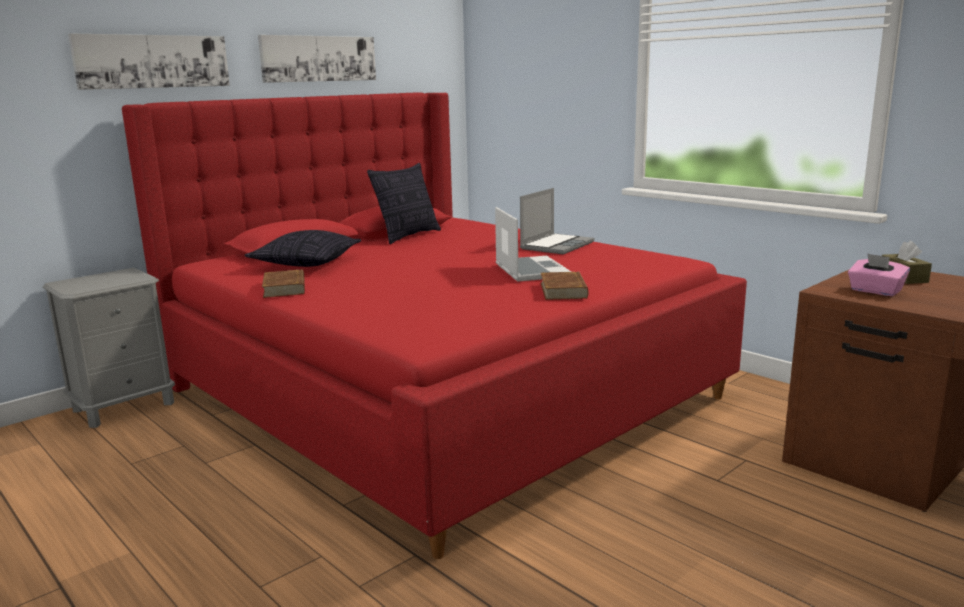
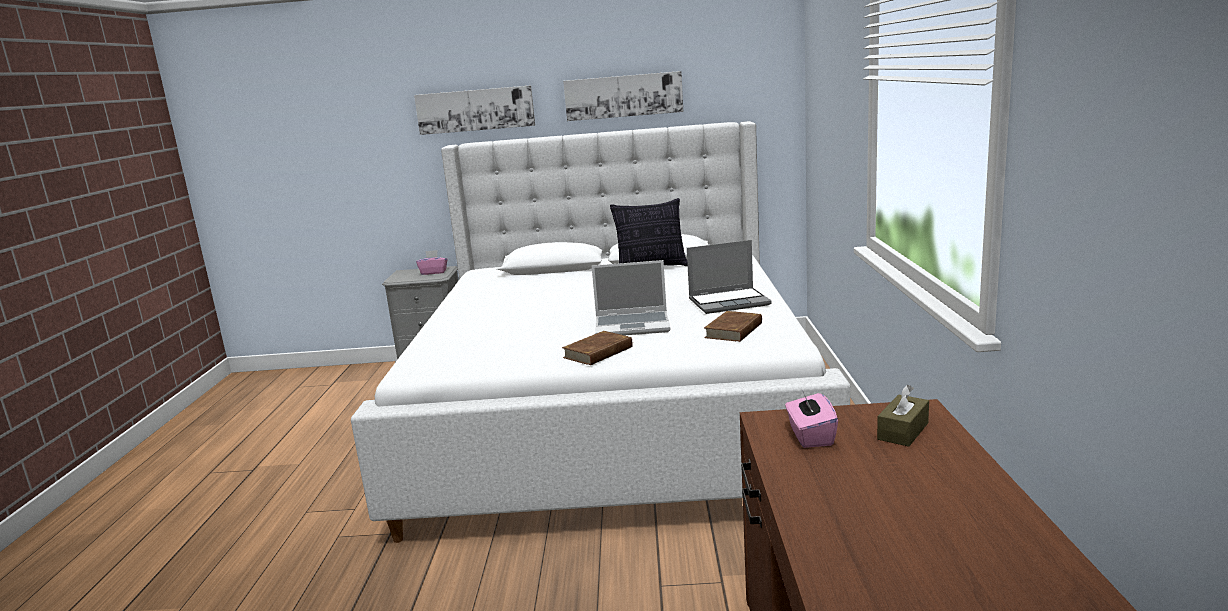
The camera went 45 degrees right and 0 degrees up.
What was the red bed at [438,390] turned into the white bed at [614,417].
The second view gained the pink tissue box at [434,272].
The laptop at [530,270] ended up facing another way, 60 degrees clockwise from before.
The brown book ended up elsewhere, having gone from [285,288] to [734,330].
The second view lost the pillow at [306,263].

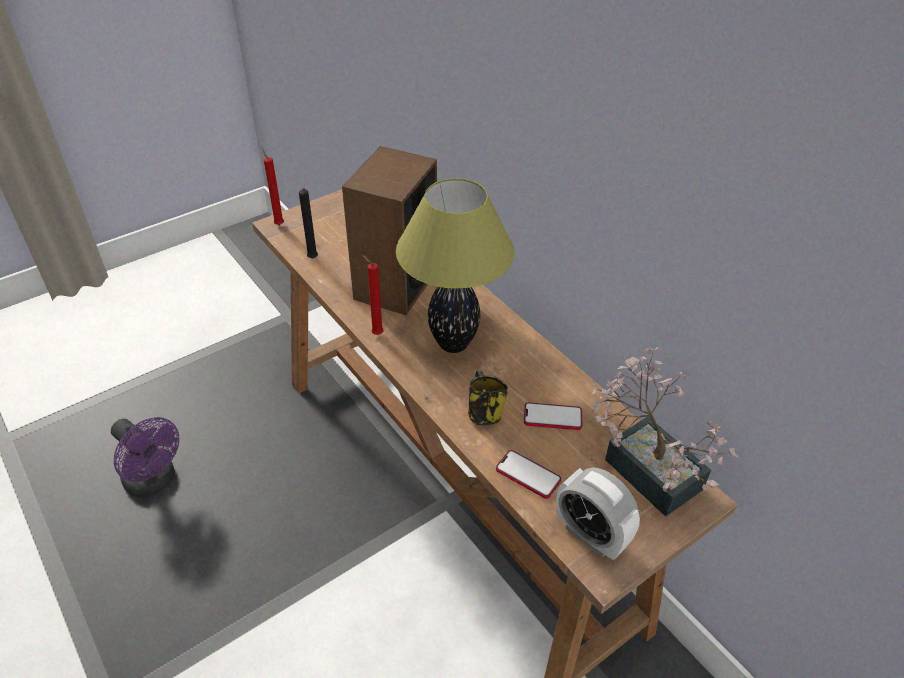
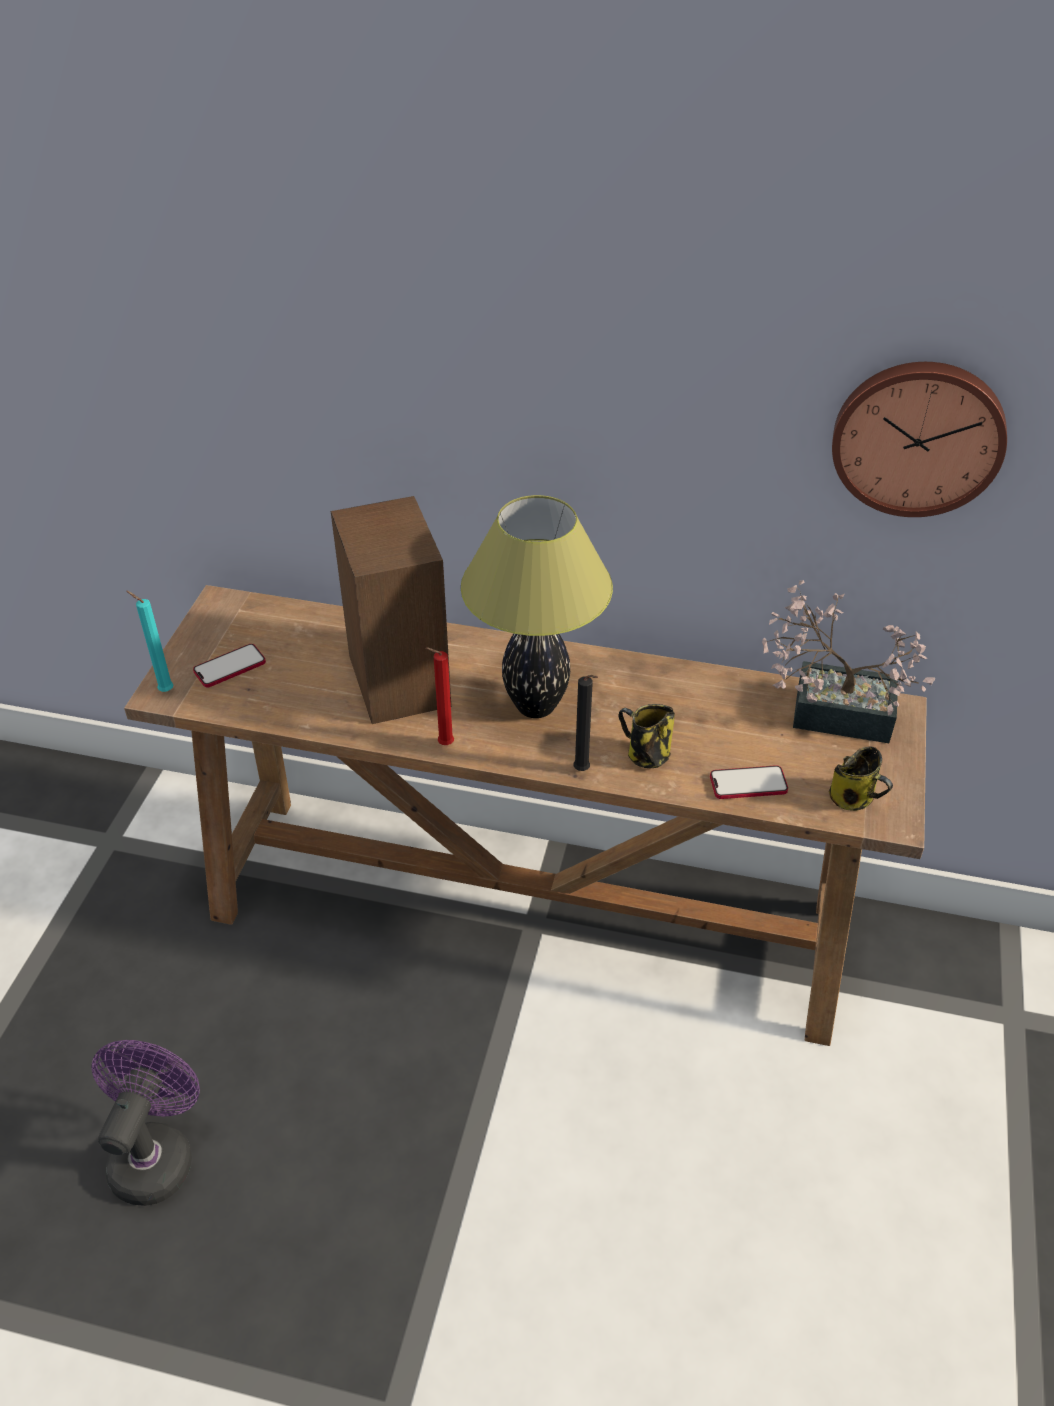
The camera went 40 degrees left and 0 degrees up.
The purple fan at [155,482] ended up facing another way, 75 degrees counterclockwise from before.
What was the red candle at [278,224] turned into the turquoise candle at [164,690].
The phone ended up elsewhere, having gone from [552,417] to [230,667].
The black candle ended up elsewhere, having gone from [312,259] to [583,771].
Where the alarm clock stood at [590,535], the mug came to stand at [853,799].
The second view gained the wall clock at [918,436].

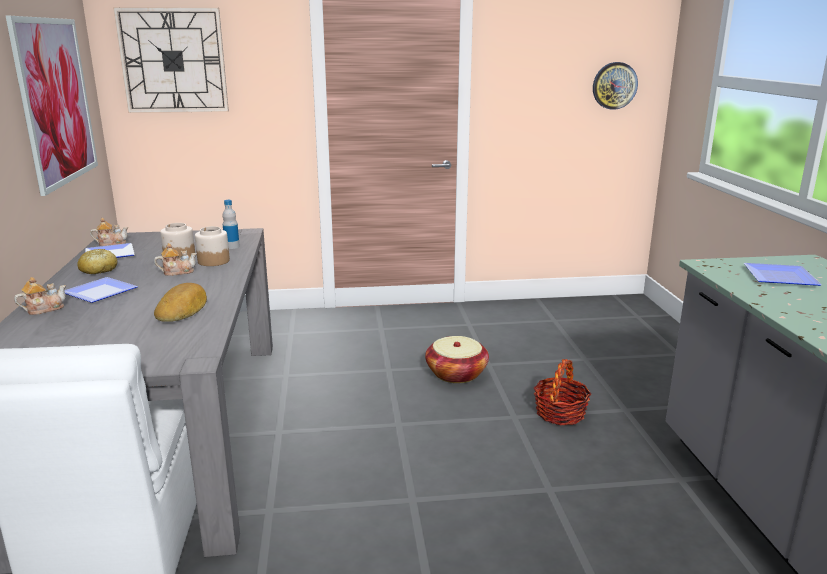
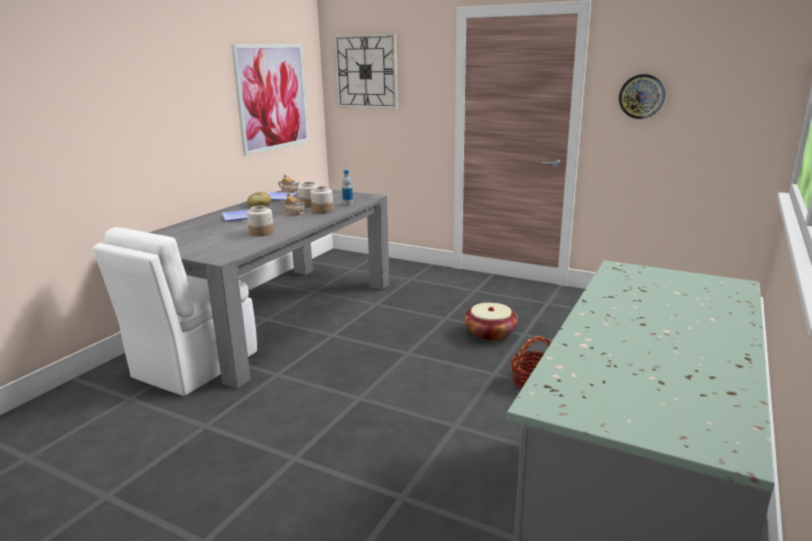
The camera went 35 degrees right and 0 degrees up.
Where the bread stood at [183,309], the jar came to stand at [261,233].
The wall clock ended up elsewhere, having gone from [614,85] to [641,96].
The second view lost the teapot at [44,309].
The second view lost the plate at [782,278].

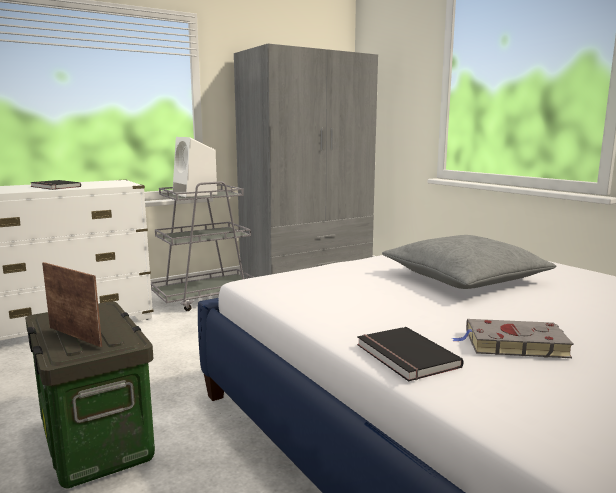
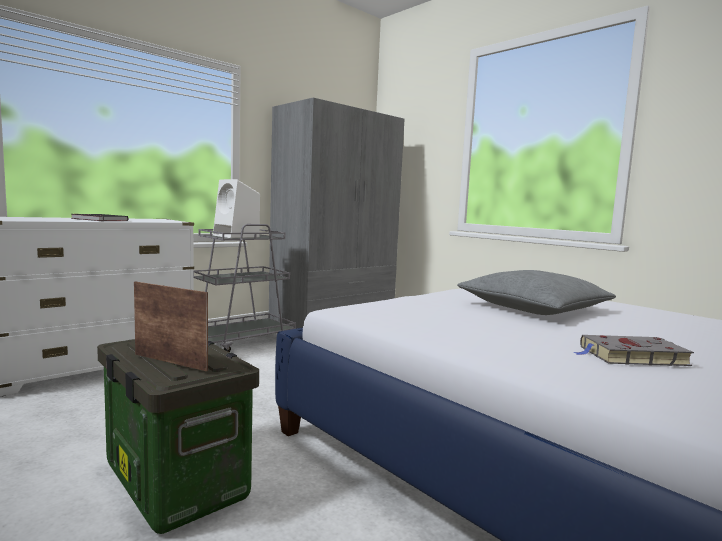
The camera went 10 degrees left and 5 degrees down.
The second view lost the black book at [404,357].

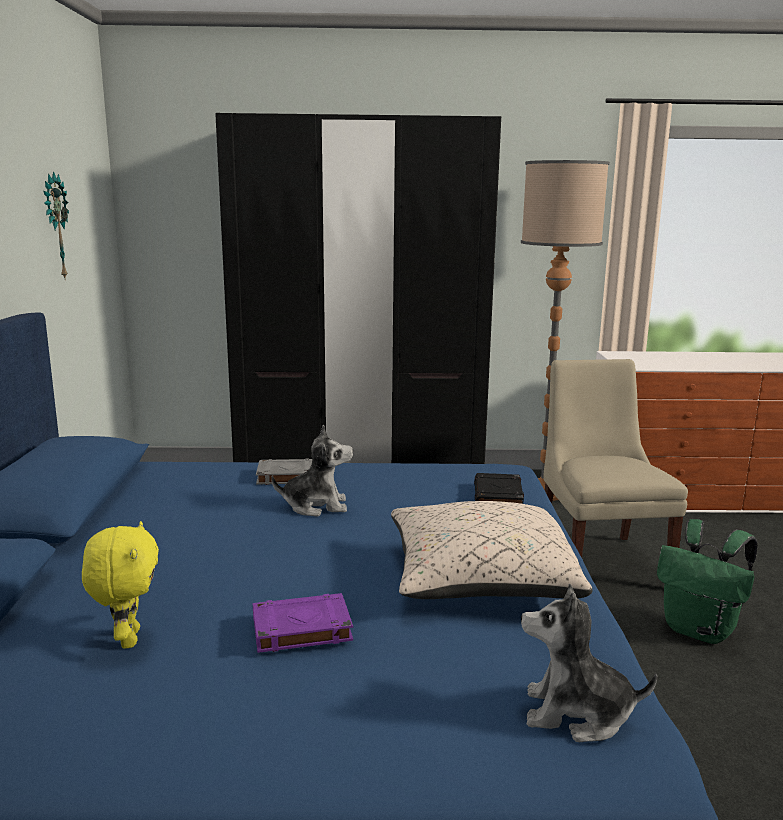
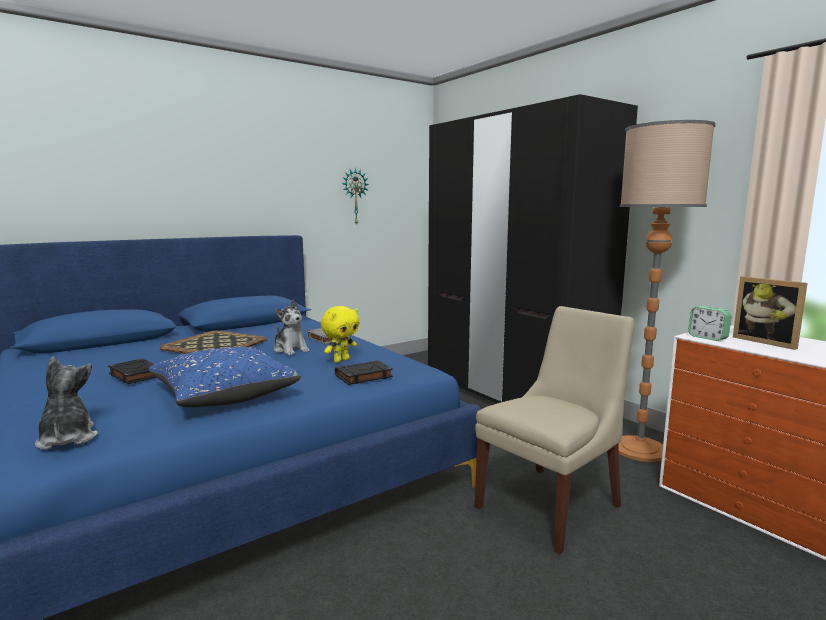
The camera went 55 degrees right and 5 degrees down.
What was the purple book at [300,629] turned into the black book at [136,375].
What was the beige pillow at [480,580] turned into the blue pillow at [224,395].
The second view gained the tray at [215,345].
The yellow plush toy ended up elsewhere, having gone from [127,639] to [341,360].
The second view gained the alarm clock at [708,337].
The second view gained the picture frame at [767,341].
The second view lost the green backpack at [700,630].

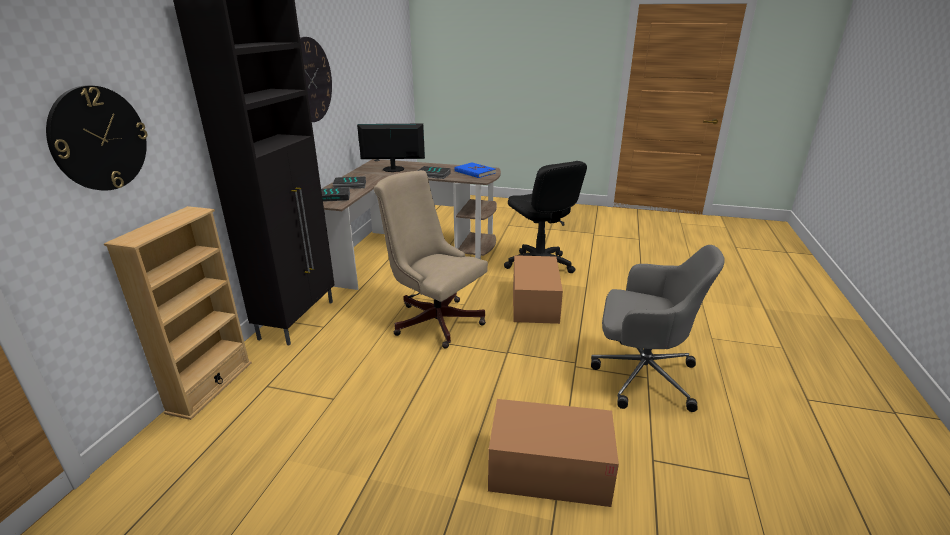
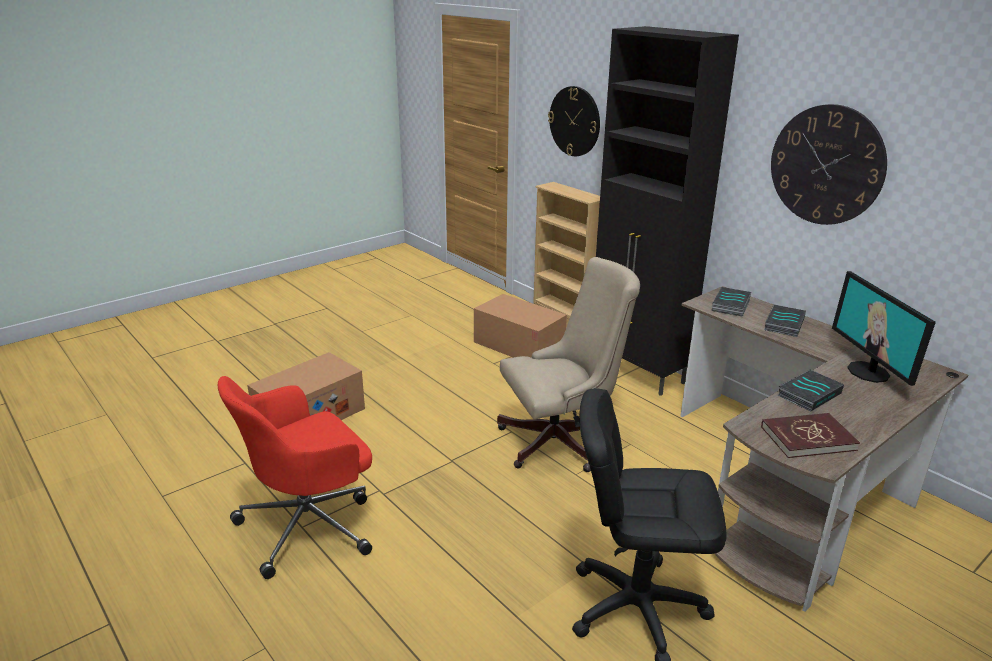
The camera went 125 degrees right and 0 degrees up.
What was the grey office chair at [641,375] turned into the red office chair at [310,525].
The cardboard box ended up elsewhere, having gone from [535,303] to [518,345].
What was the blue book at [474,172] turned into the red book at [807,438].
The monitor at [393,169] ended up facing another way, 135 degrees clockwise from before.

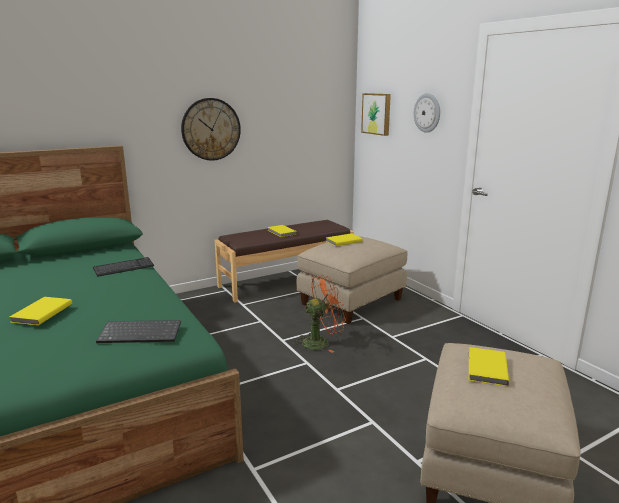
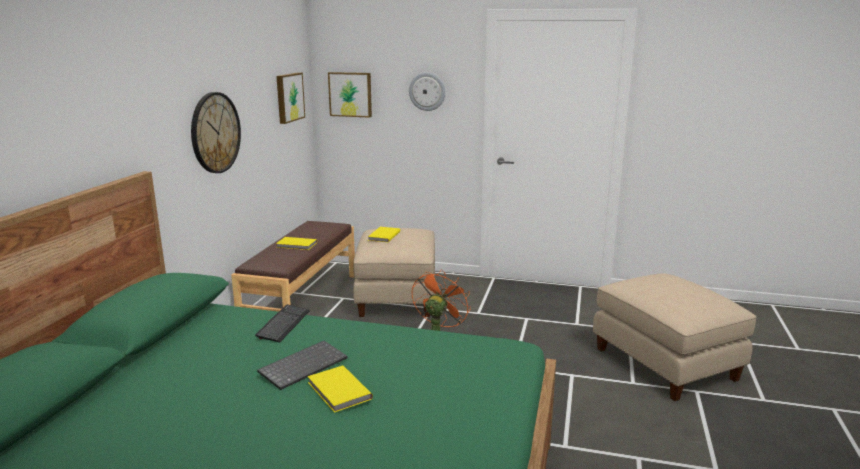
The camera went 45 degrees left and 0 degrees up.
The keyboard ended up elsewhere, having gone from [141,333] to [303,365].
The second view gained the picture at [288,97].
The second view lost the yellow book at [486,368].

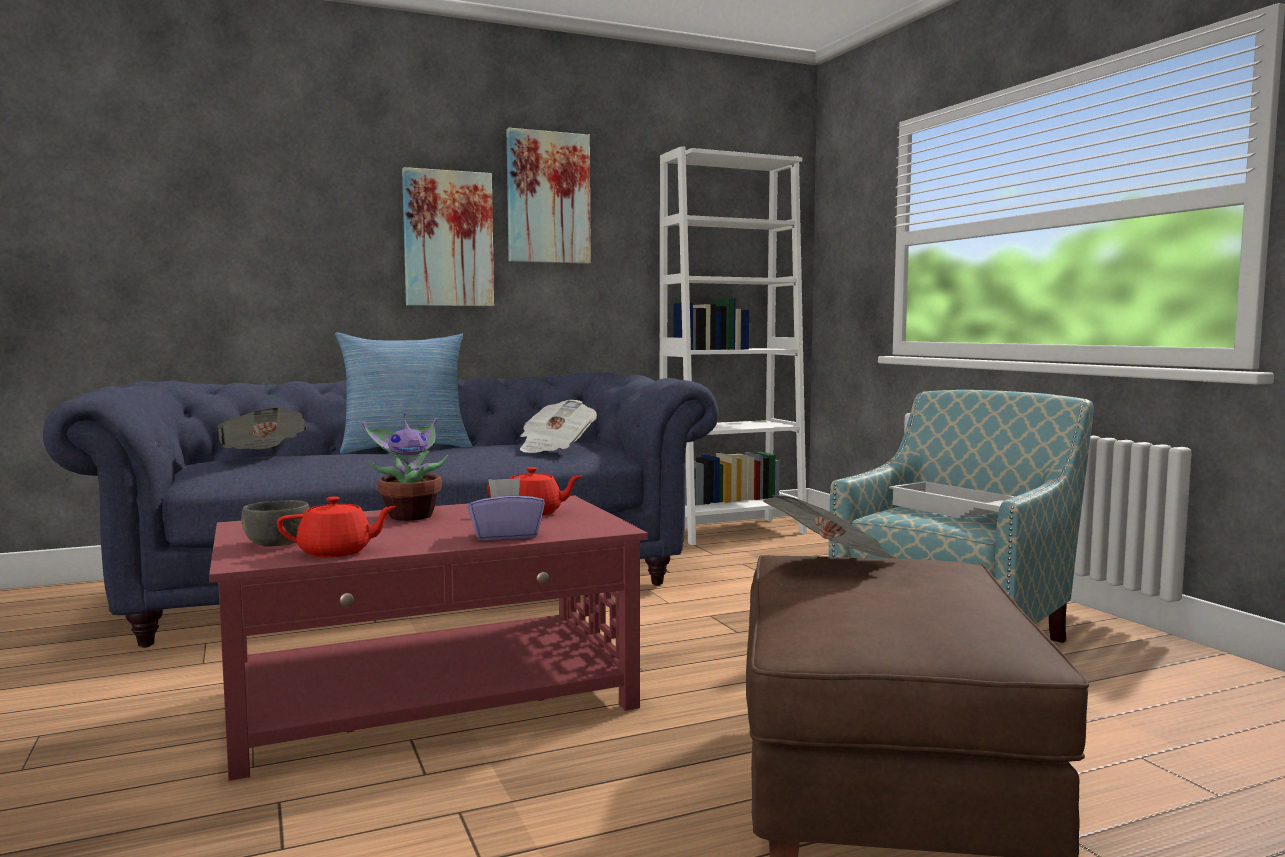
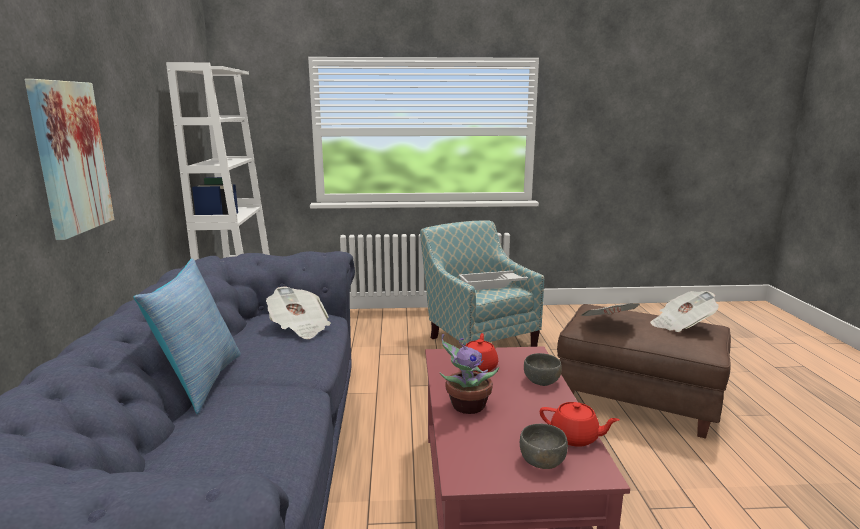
The camera went 70 degrees left and 10 degrees up.
Where the purple tissue box stood at [505,535], the grey bowl came to stand at [542,381].
The red teapot at [337,552] ended up facing another way, 105 degrees clockwise from before.
The newspaper ended up elsewhere, having gone from [263,454] to [681,325].
The second view lost the picture at [548,198].

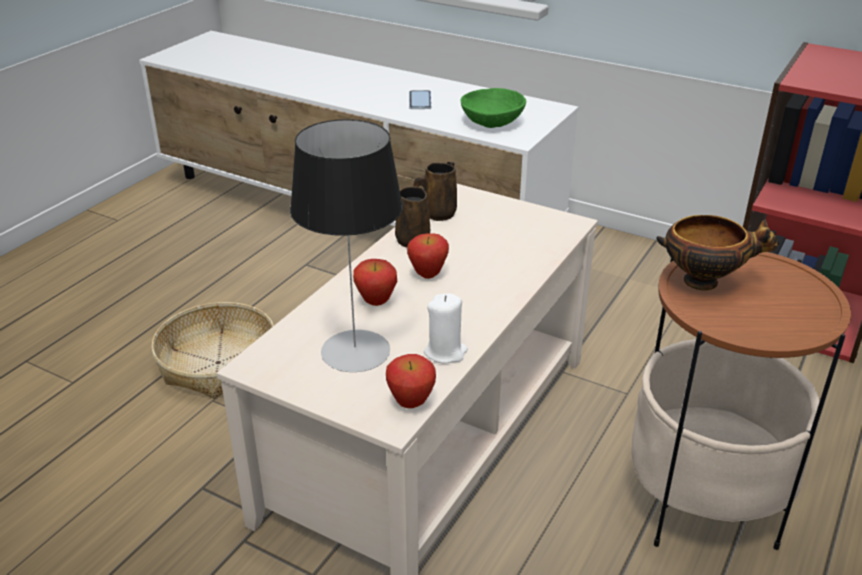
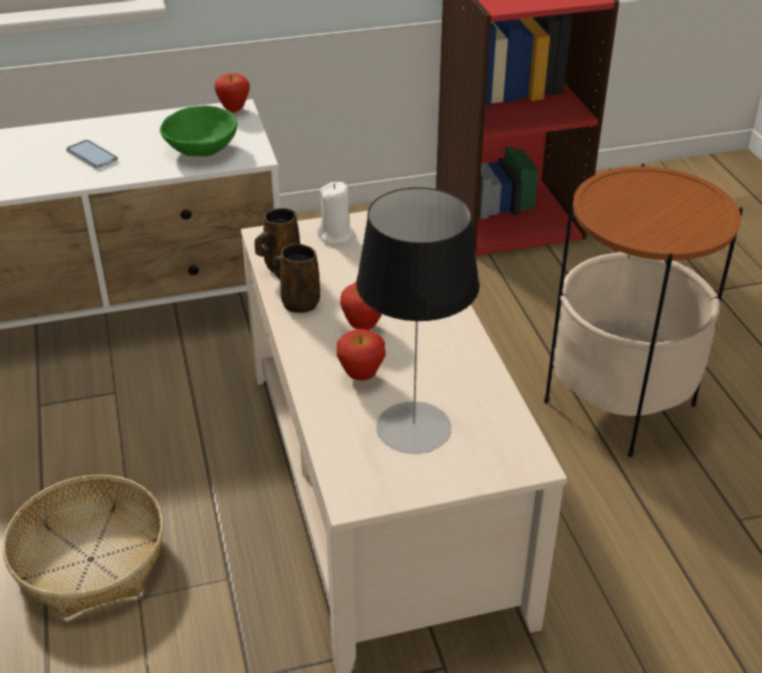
The camera went 45 degrees left and 5 degrees up.
The apple ended up elsewhere, having gone from [411,403] to [234,110].
The white candle ended up elsewhere, having gone from [445,352] to [336,235].
The second view lost the bowl at [704,281].

